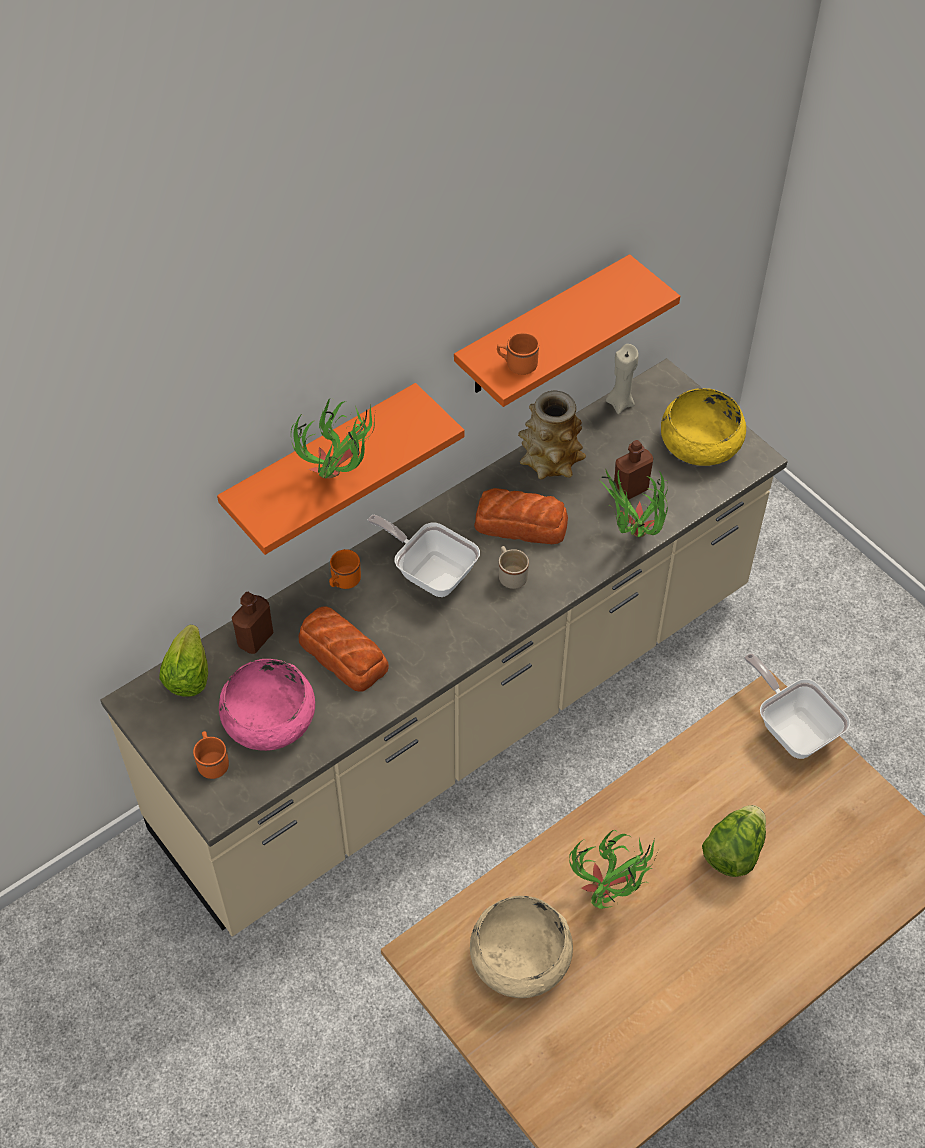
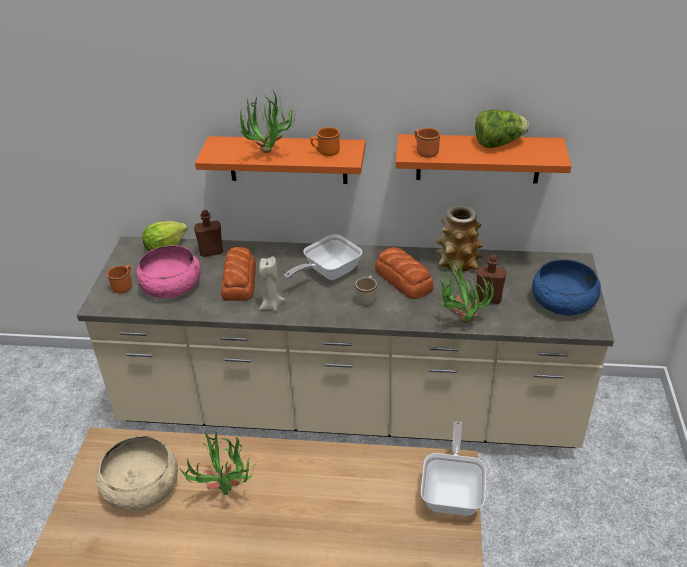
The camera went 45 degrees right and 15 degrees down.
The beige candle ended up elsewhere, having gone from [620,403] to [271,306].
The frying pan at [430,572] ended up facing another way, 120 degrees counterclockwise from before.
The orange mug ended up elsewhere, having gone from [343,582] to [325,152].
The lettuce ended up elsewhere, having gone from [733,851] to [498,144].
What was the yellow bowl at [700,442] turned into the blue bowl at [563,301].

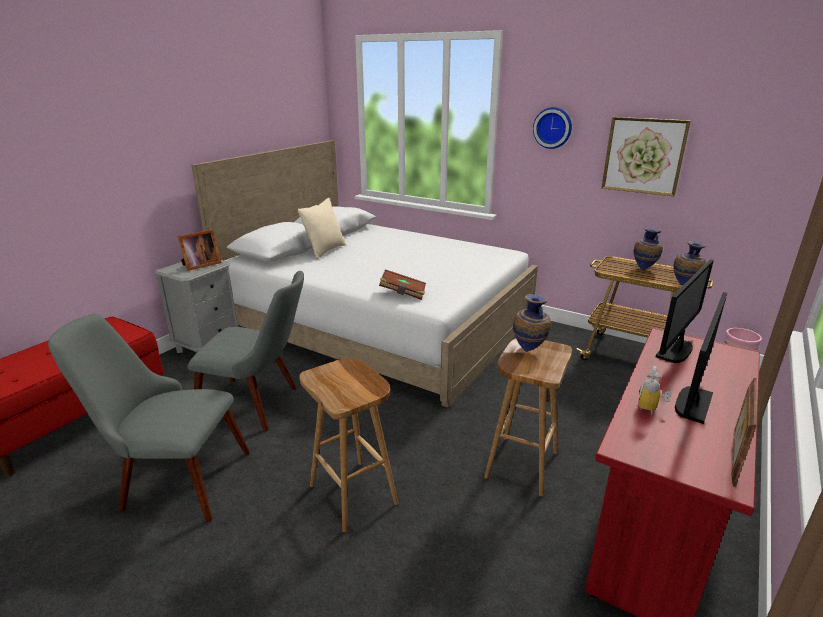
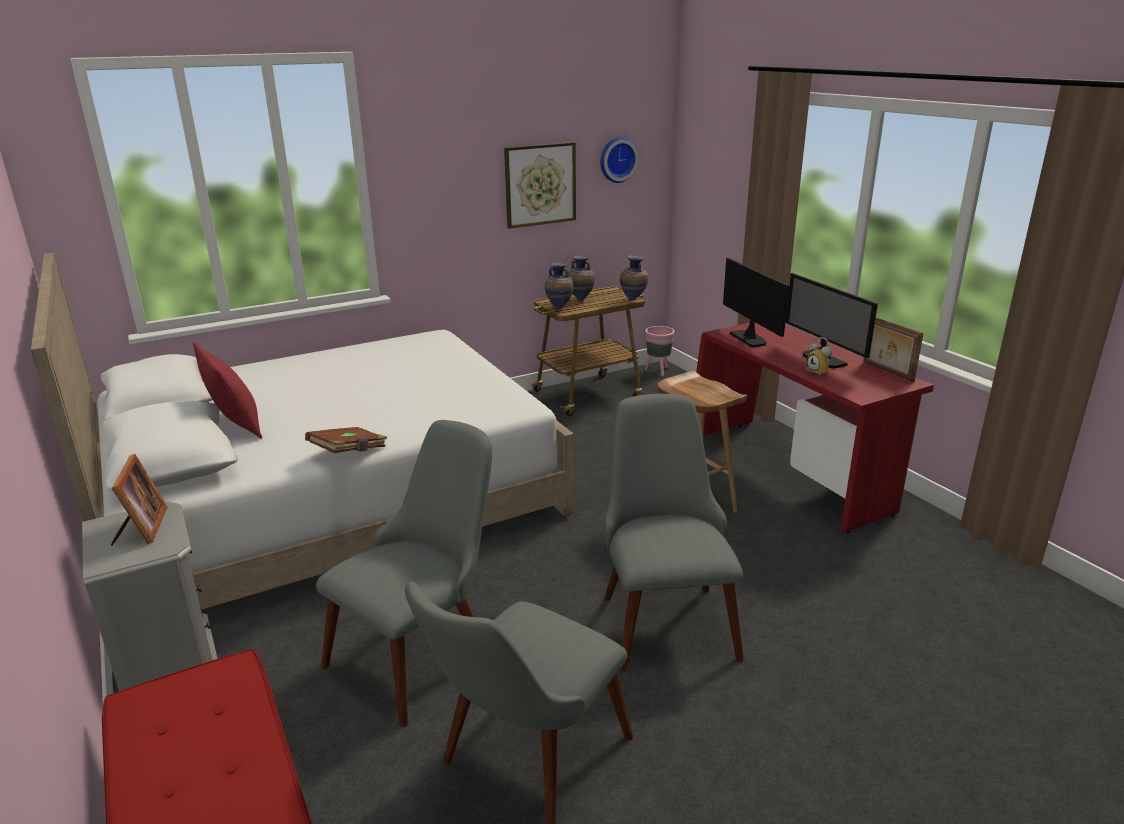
The camera went 60 degrees left and 0 degrees up.
What was the beige pillow at [325,250] turned into the red pillow at [236,426].
The brown book ended up elsewhere, having gone from [403,293] to [349,452].
The vase ended up elsewhere, having gone from [529,350] to [559,308].
The wall clock ended up elsewhere, having gone from [553,127] to [617,159].
Where the brown stool stood at [354,494], the grey chair came to stand at [663,614].

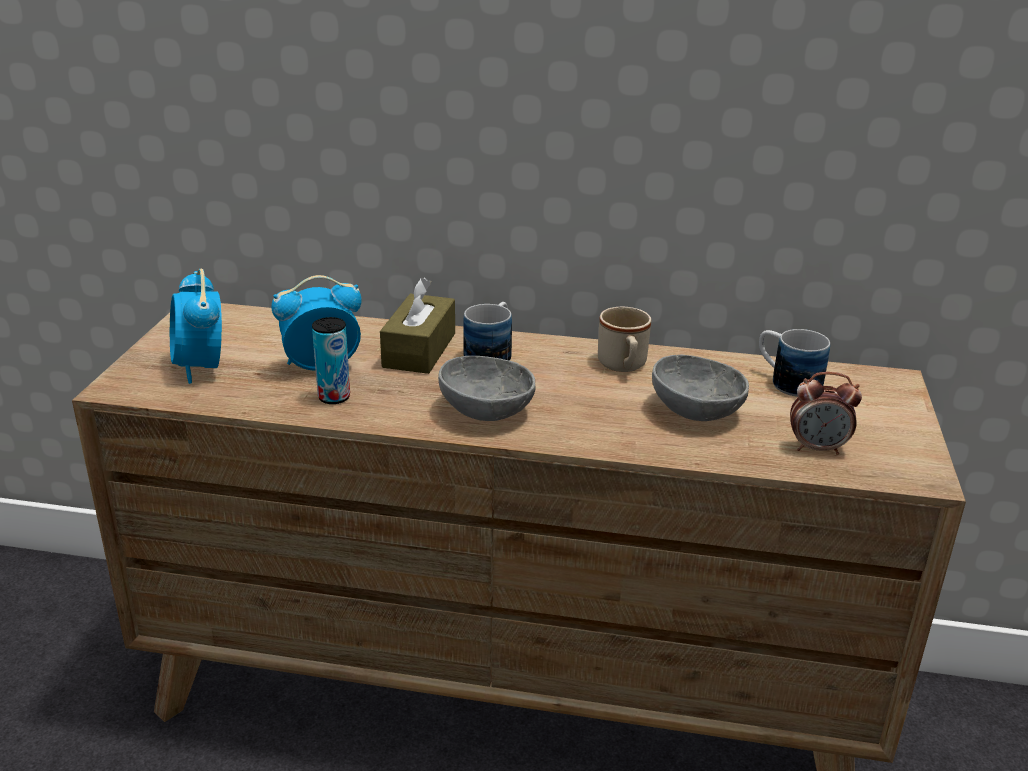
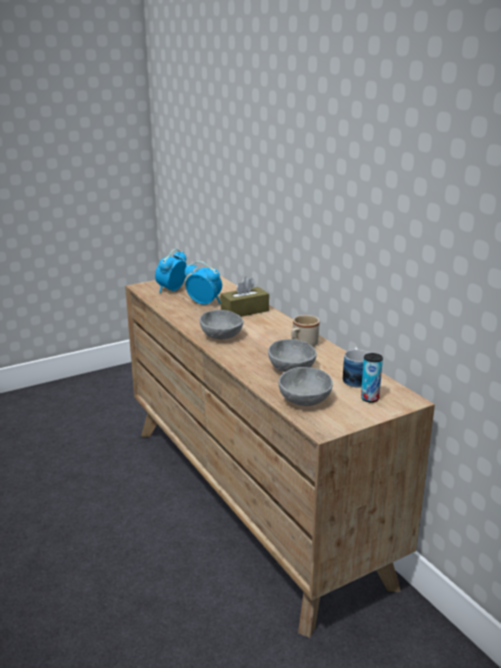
The camera went 50 degrees right and 5 degrees down.
Where the alarm clock stood at [817,448], the grey bowl came to stand at [306,400].
The can ended up elsewhere, having gone from [334,397] to [369,398].
The second view lost the mug at [492,353].

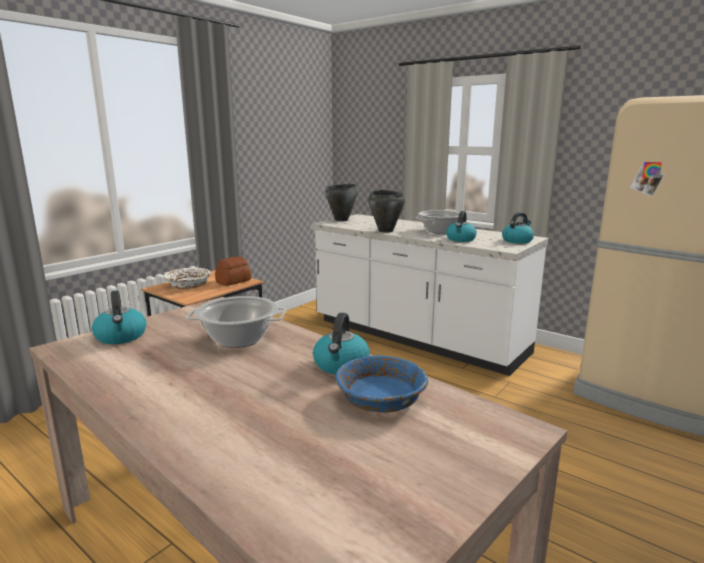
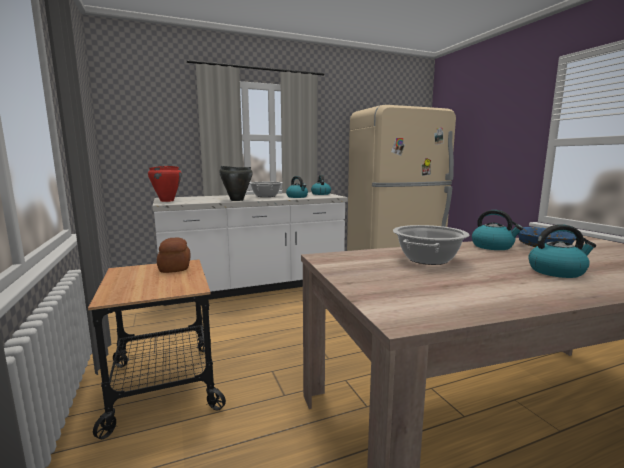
The camera went 60 degrees left and 5 degrees down.
What was the black cooking pot at [342,220] turned into the red cooking pot at [167,201].
The kettle ended up elsewhere, having gone from [121,337] to [557,271].
The second view lost the white bowl at [188,285].

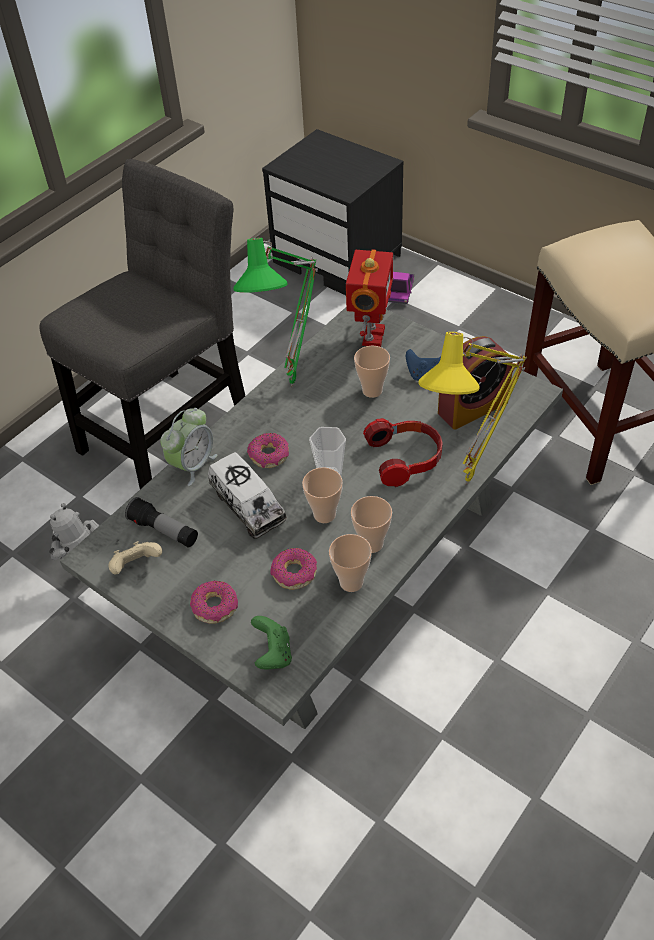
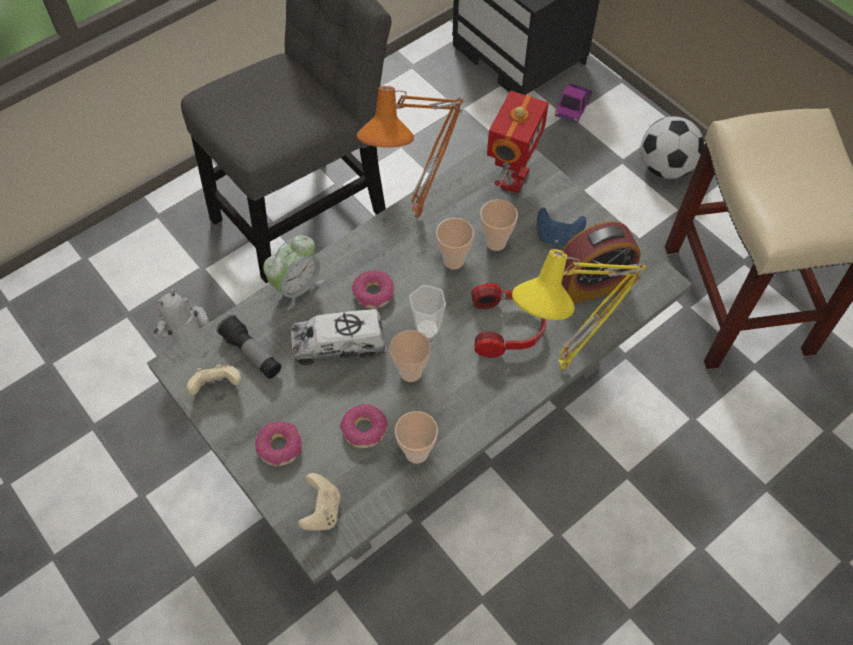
The camera went 10 degrees right and 10 degrees up.
The toy truck at [248,505] ended up facing another way, 105 degrees clockwise from before.
What was the green game controller at [273,653] turned into the beige game controller at [322,510].
What was the green table lamp at [296,386] turned into the orange table lamp at [421,220].
The cup ended up elsewhere, having gone from [371,543] to [453,260].
The second view gained the football at [665,168].

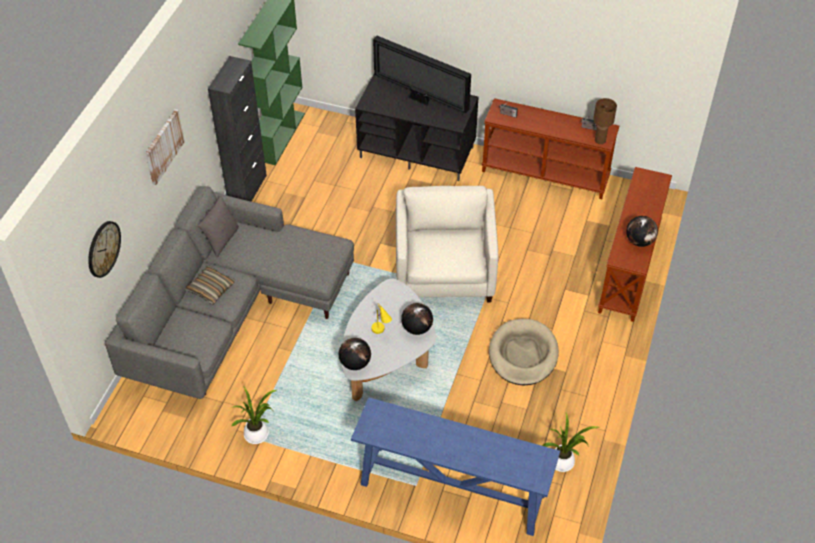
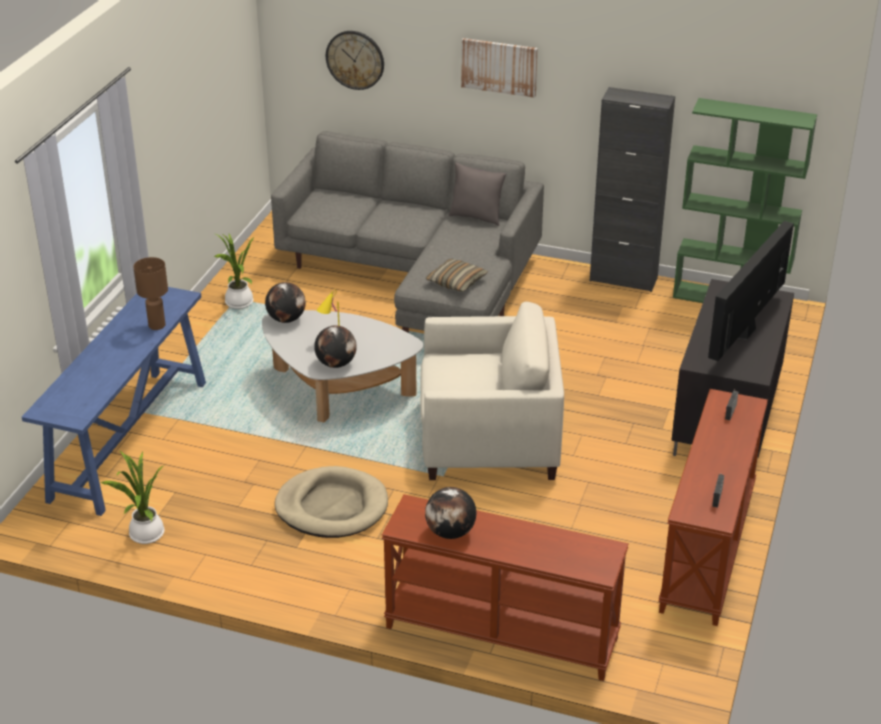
The camera went 90 degrees right and 15 degrees down.
The brown table lamp ended up elsewhere, having gone from [600,140] to [157,325].
The pillow ended up elsewhere, having gone from [211,289] to [456,282].

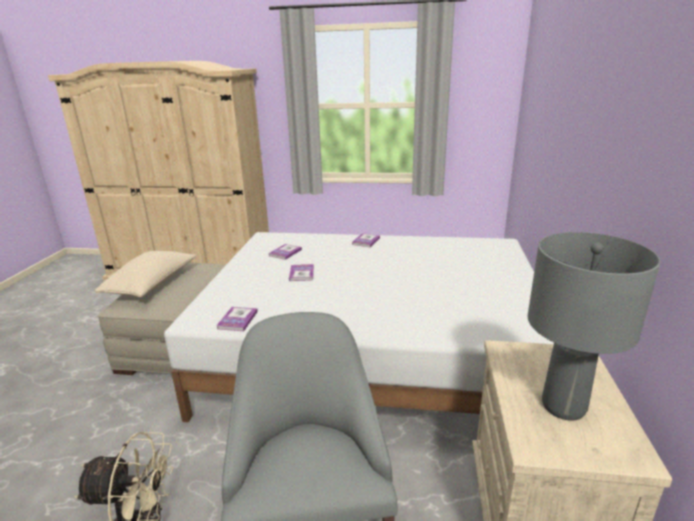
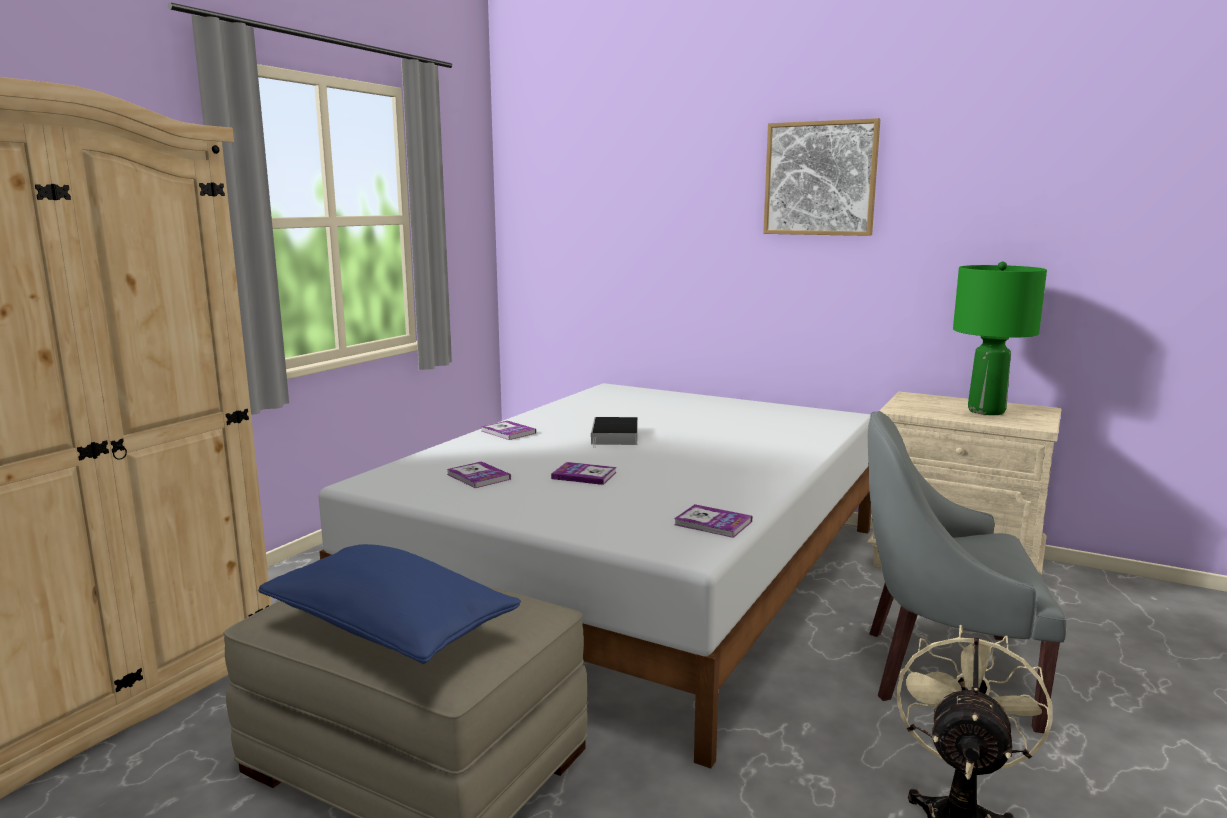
The camera went 70 degrees left and 10 degrees down.
What was the beige pillow at [152,284] turned into the blue pillow at [389,629].
The second view gained the book at [615,436].
The second view gained the picture at [820,178].
What was the grey table lamp at [564,406] turned into the green table lamp at [986,411].

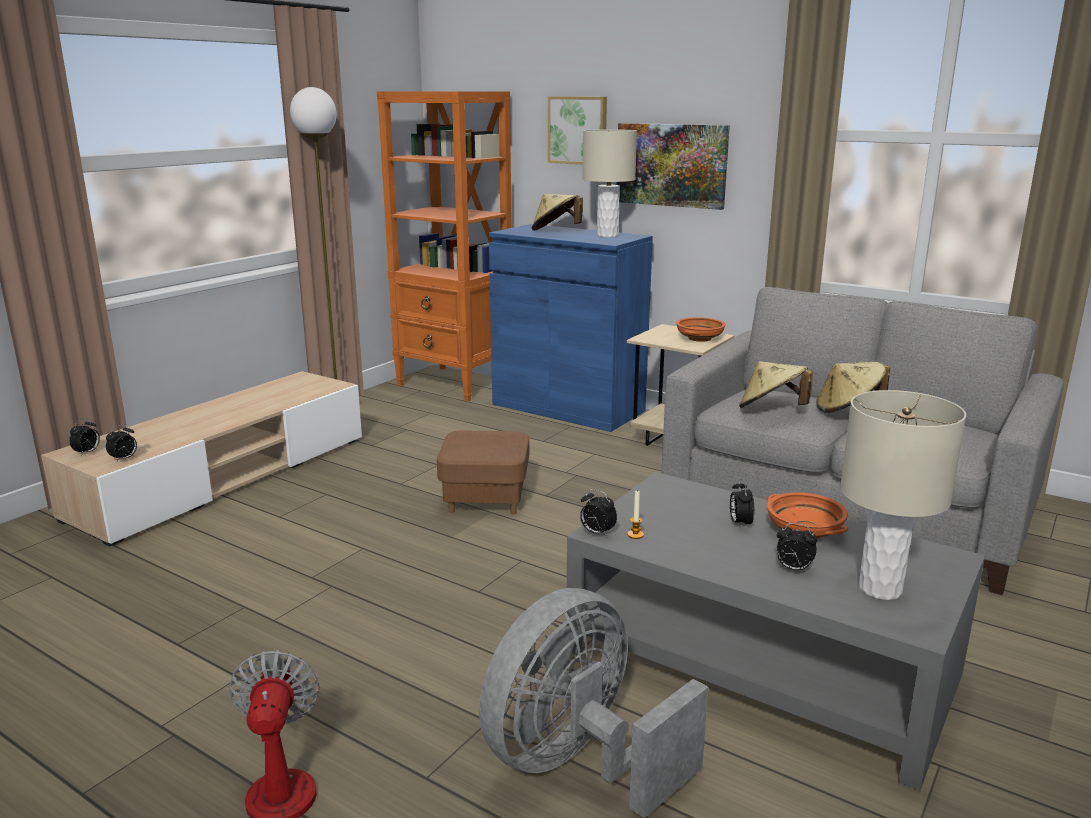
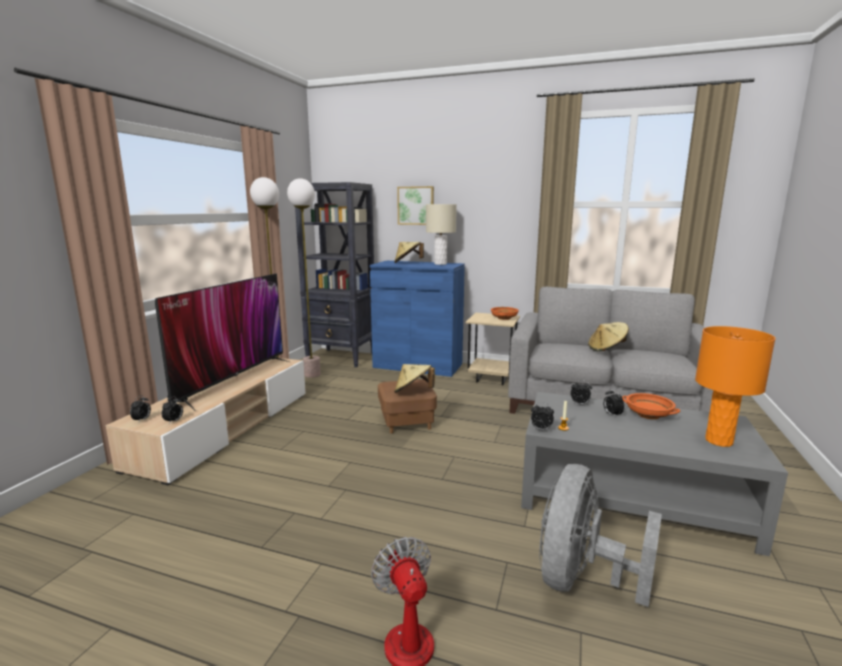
The camera went 15 degrees left and 5 degrees down.
The second view gained the television at [232,380].
The second view gained the floor lamp at [312,374].
What was the orange bookcase at [455,384] turned into the black bookcase at [342,358].
The beige hat ended up elsewhere, having gone from [771,410] to [413,392].
The alarm clock ended up elsewhere, having gone from [793,569] to [580,404].
What was the beige table lamp at [880,589] turned into the orange table lamp at [719,441].
The second view lost the picture at [671,165].

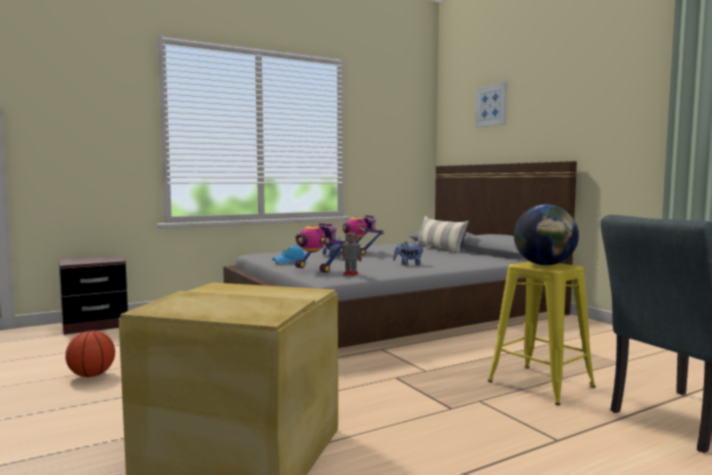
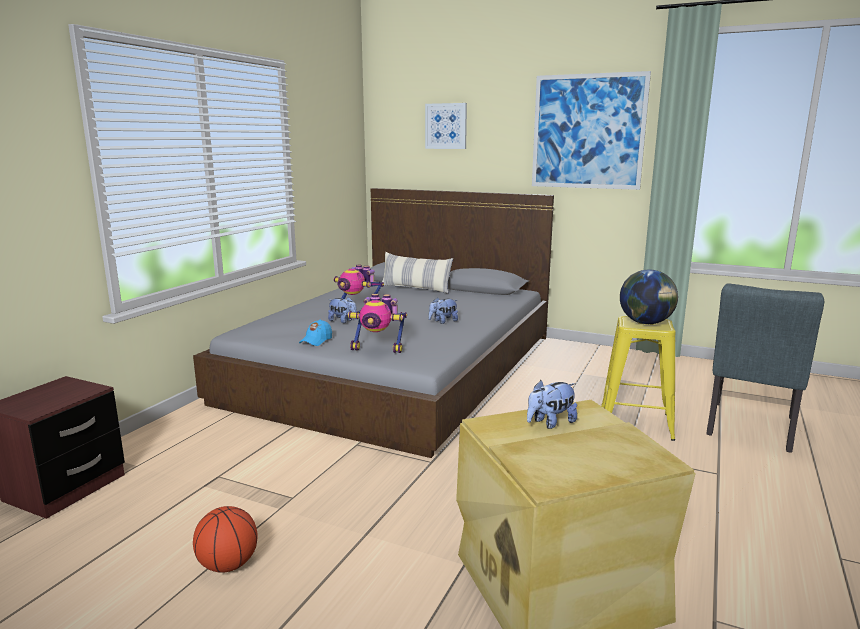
The camera went 35 degrees left and 10 degrees up.
The second view gained the plush toy at [550,423].
The second view gained the picture at [588,132].
The second view lost the toy robot at [350,274].

